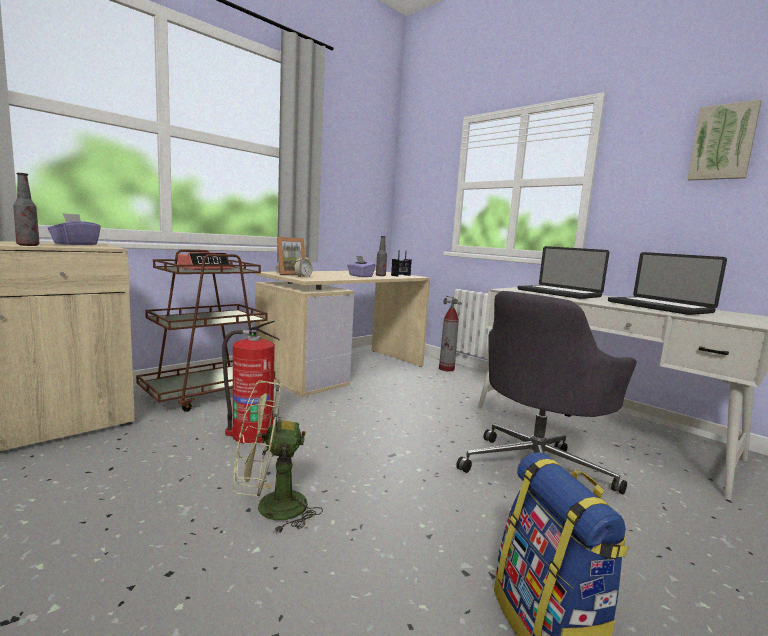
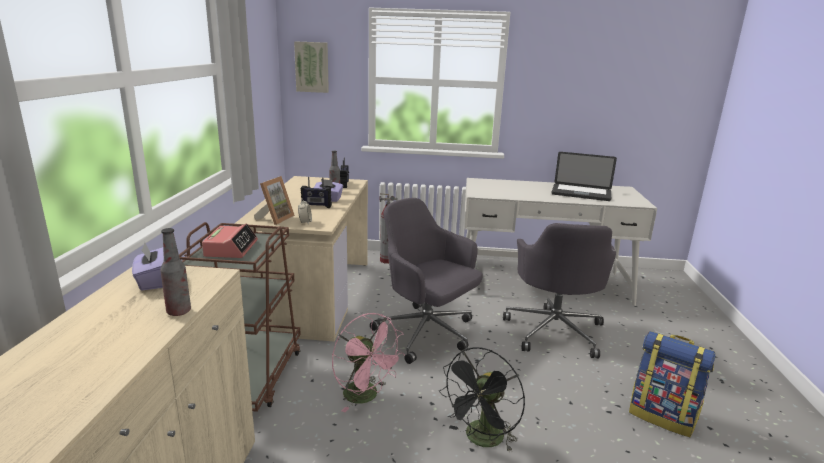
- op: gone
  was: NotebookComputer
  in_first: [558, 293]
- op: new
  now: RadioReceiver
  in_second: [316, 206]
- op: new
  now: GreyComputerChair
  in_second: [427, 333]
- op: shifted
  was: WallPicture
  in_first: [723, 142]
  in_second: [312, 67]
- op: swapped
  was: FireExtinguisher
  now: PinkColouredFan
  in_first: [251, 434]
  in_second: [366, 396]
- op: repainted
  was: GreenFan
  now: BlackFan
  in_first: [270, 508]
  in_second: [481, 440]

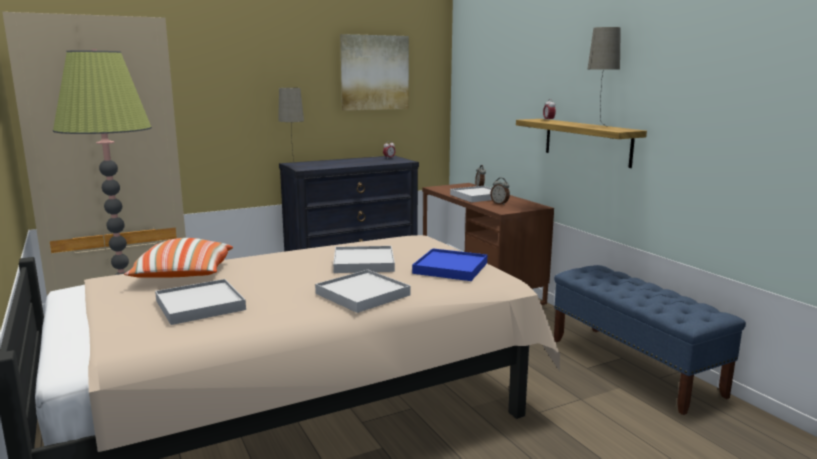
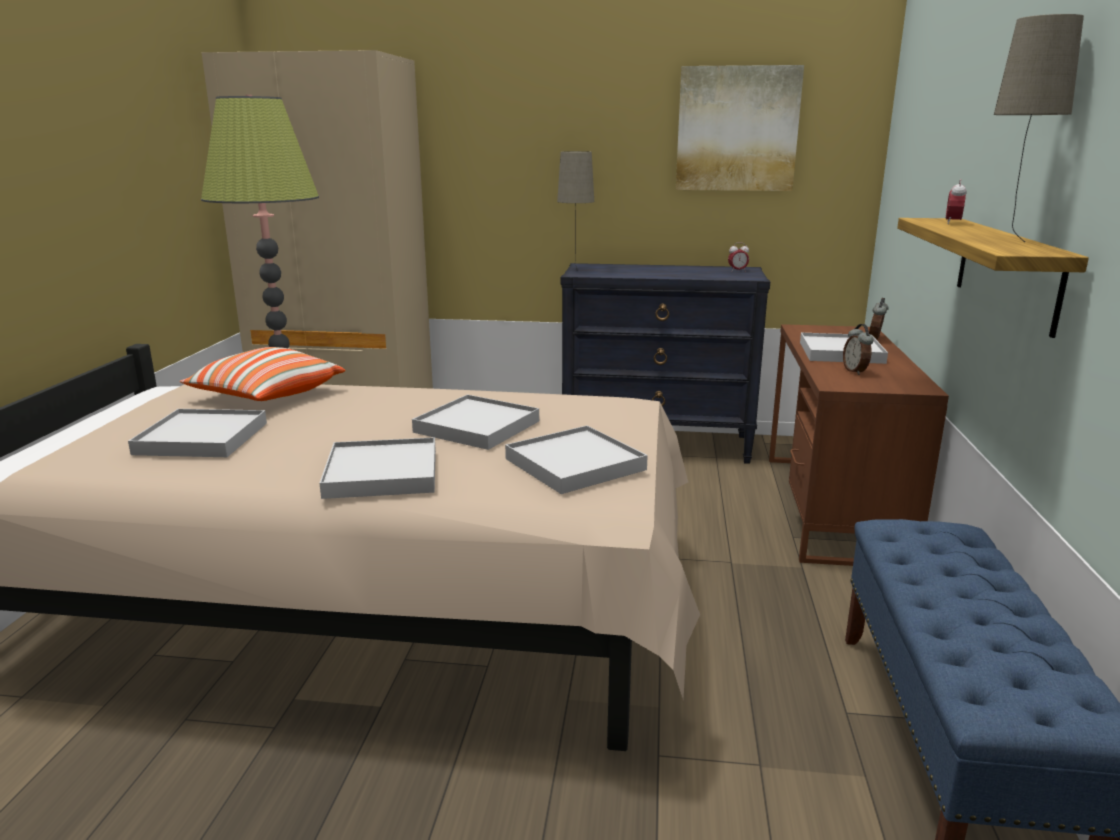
- op: repainted
  was: BluishTray
  now: WhiteTray
  in_first: [450, 268]
  in_second: [575, 464]

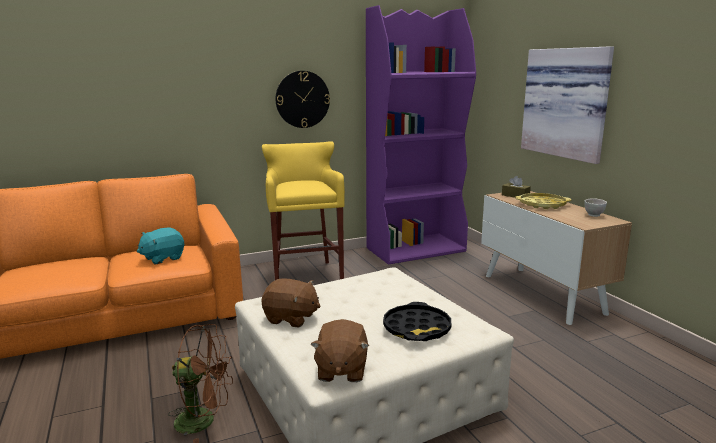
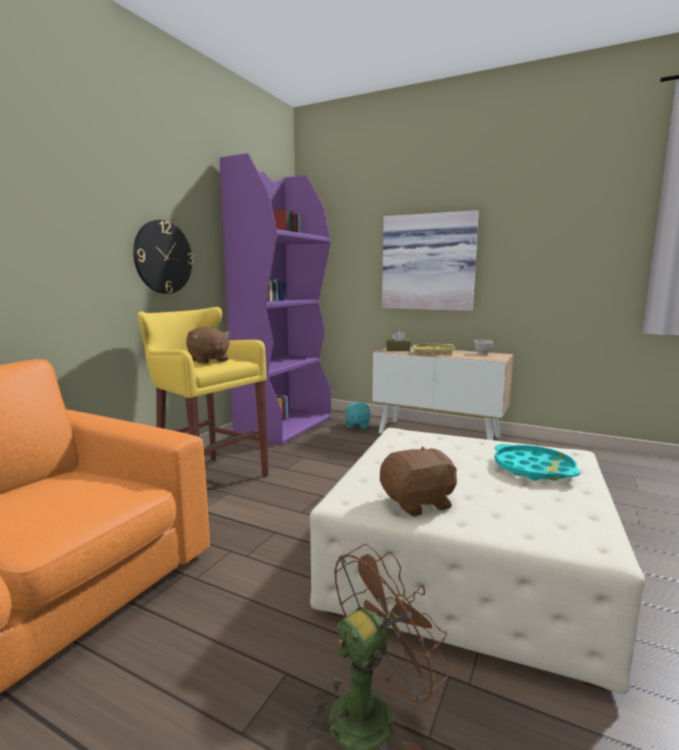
- op: shifted
  was: BlueGreenSoftToy
  in_first: [163, 258]
  in_second: [357, 426]
- op: shifted
  was: BrownishSoftToy
  in_first: [341, 370]
  in_second: [208, 360]
- op: repainted
  was: BlackTray
  now: BlueGreenTray
  in_first: [417, 328]
  in_second: [533, 469]

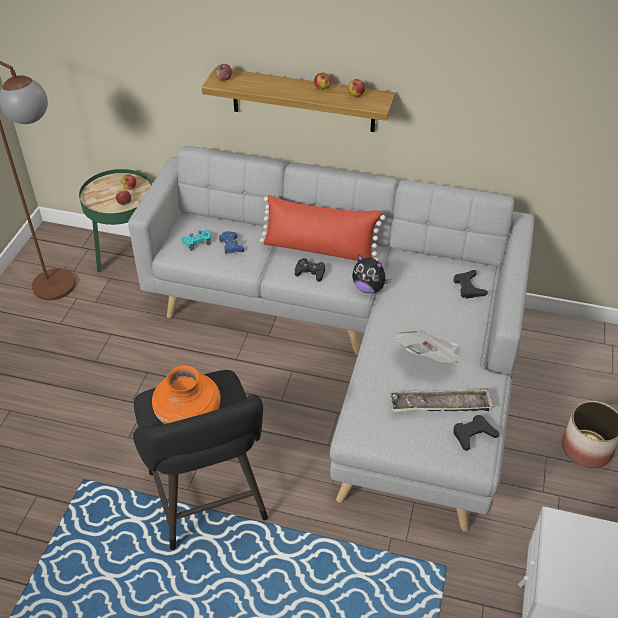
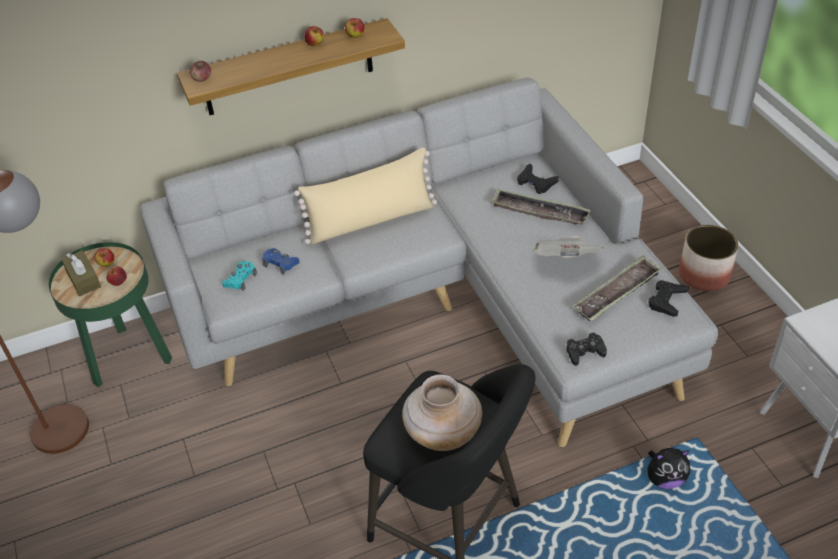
- op: new
  now: BrownishBoxOfTissues
  in_second: [83, 279]
- op: new
  now: Tray
  in_second: [539, 212]
- op: shifted
  was: BlackJoypad
  in_first: [310, 272]
  in_second: [585, 352]
- op: shifted
  was: SoftToy
  in_first: [369, 288]
  in_second: [665, 479]
- op: repainted
  was: OrangeColouredFlowerVase
  now: BeigeColouredFlowerVase
  in_first: [189, 416]
  in_second: [442, 433]
- op: repainted
  was: ReddishPillow
  now: BeigeColouredPillow
  in_first: [320, 249]
  in_second: [371, 220]

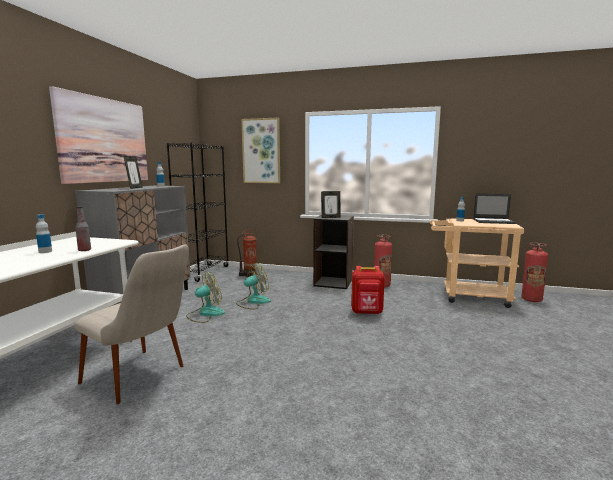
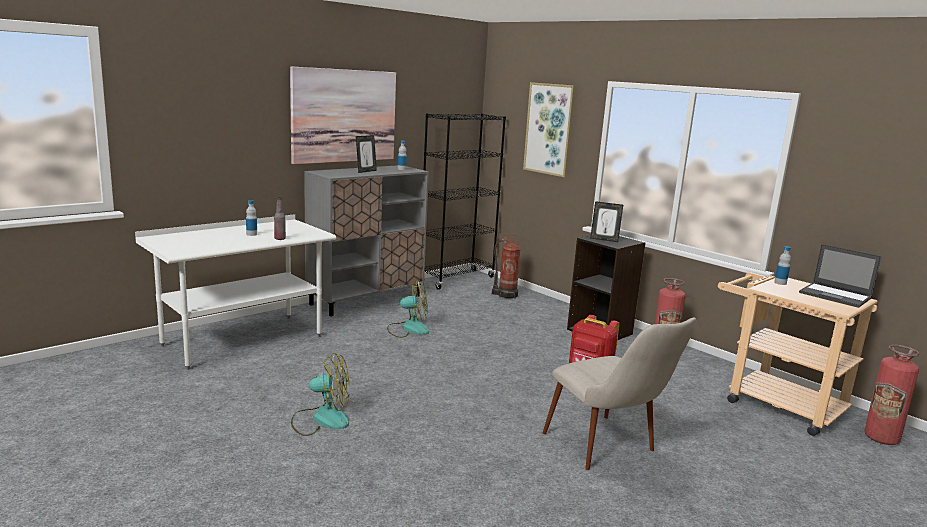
- op: shifted
  was: BeigeColouredPlainChair
  in_first: [143, 379]
  in_second: [609, 451]
- op: shifted
  was: Fan
  in_first: [253, 302]
  in_second: [321, 419]

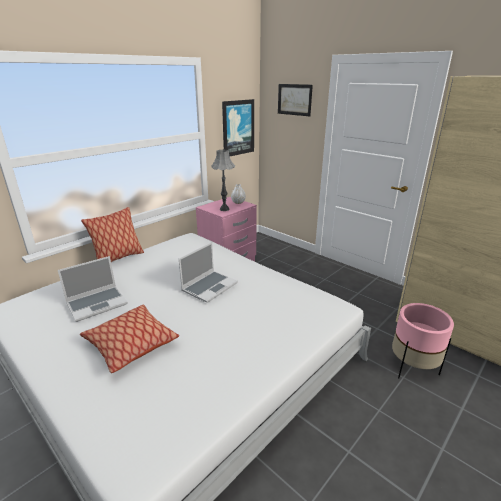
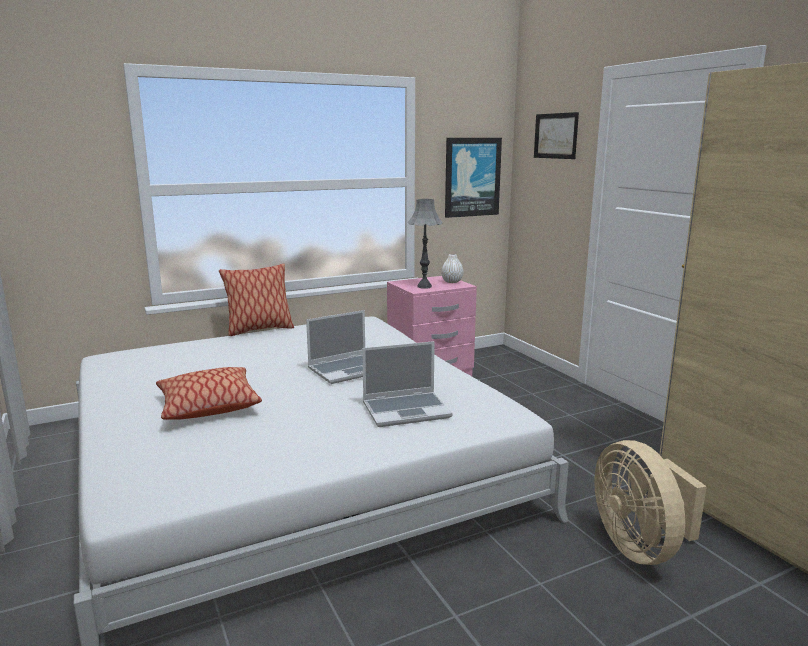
- op: shifted
  was: NotebookComputer
  in_first: [97, 303]
  in_second: [407, 410]
- op: swapped
  was: PinkColouredPlanter
  now: BeigeColouredFan
  in_first: [412, 367]
  in_second: [640, 547]

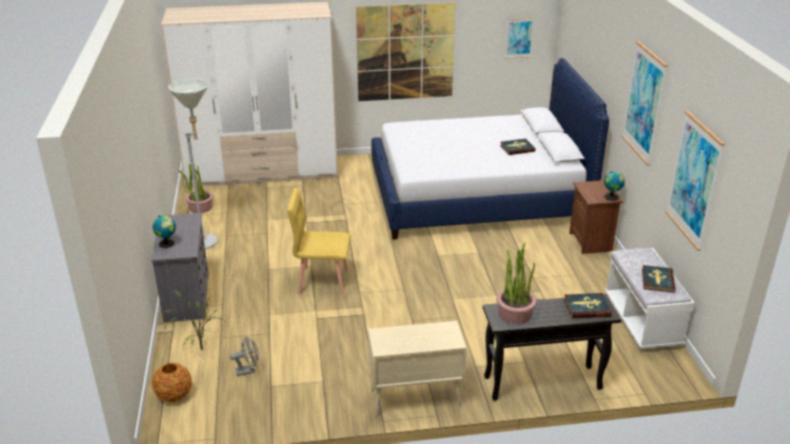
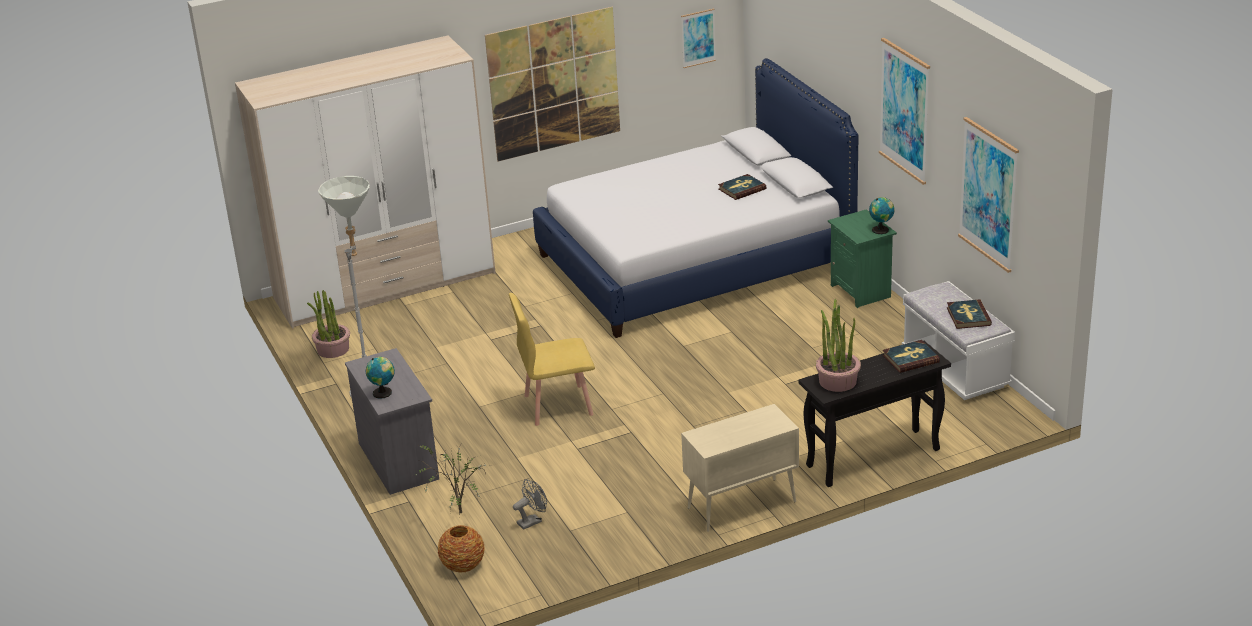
- op: repainted
  was: BrownishNightstand
  now: GreenNightstand
  in_first: [591, 242]
  in_second: [861, 291]

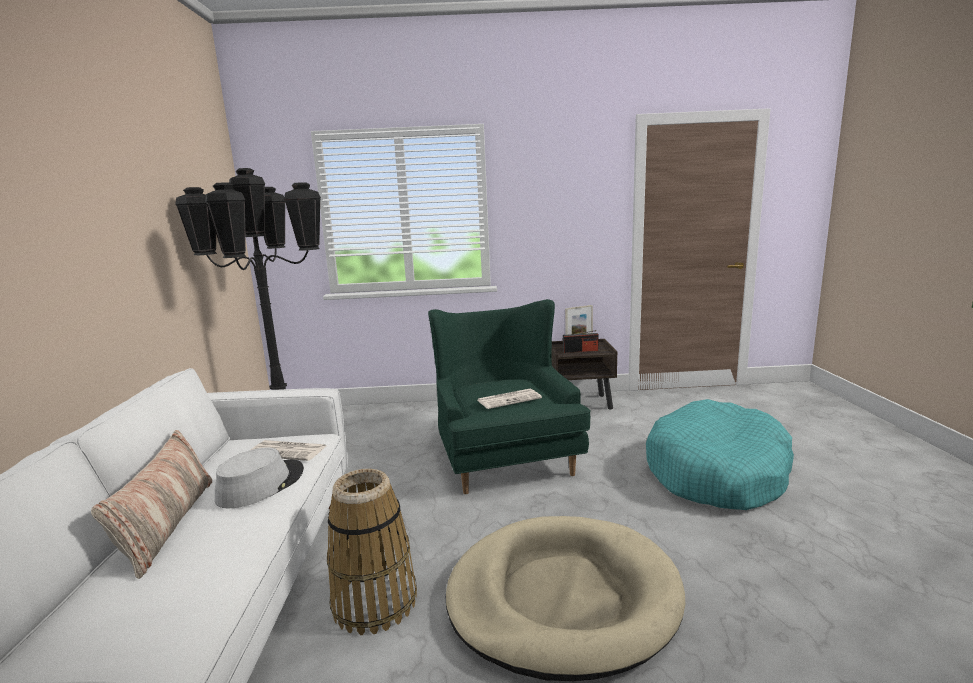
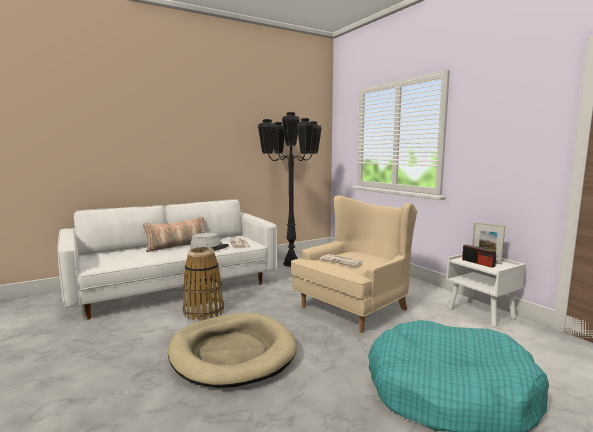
- op: repainted
  was: GreenEasyChair
  now: BeigeColouredEasyChair
  in_first: [504, 457]
  in_second: [356, 307]
- op: repainted
  was: BrownishNightstand
  now: WhiteNightstand
  in_first: [581, 403]
  in_second: [481, 314]

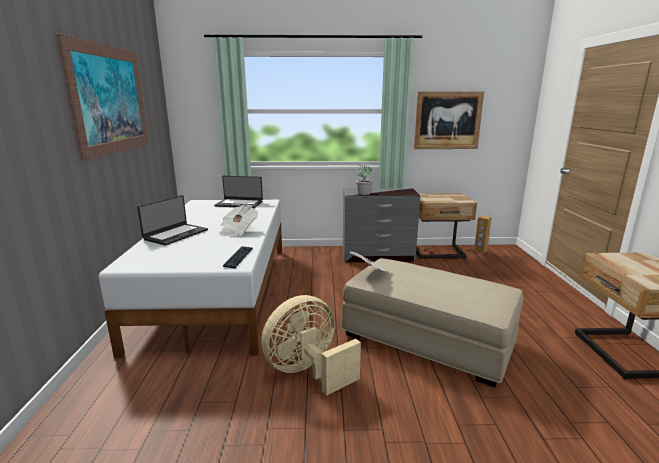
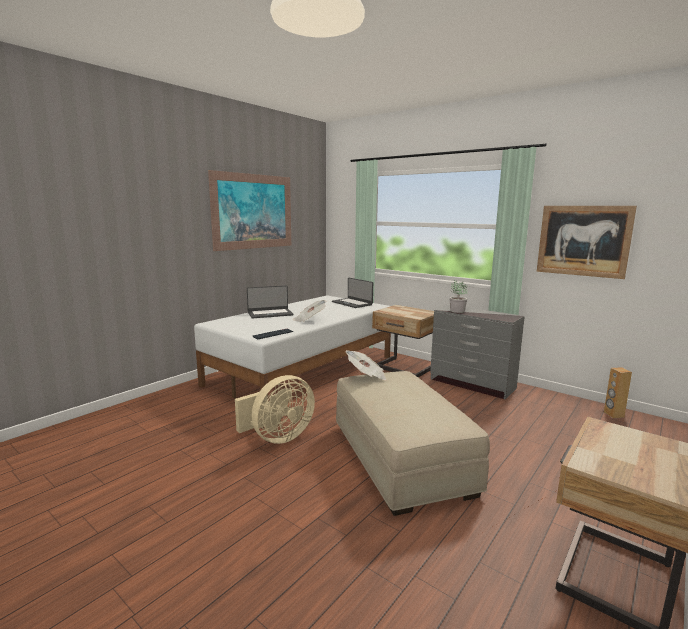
- op: shifted
  was: BeigeColouredNightstand
  in_first: [438, 253]
  in_second: [404, 369]
- op: rotated
  was: BeigeColouredFan
  in_first: [308, 372]
  in_second: [278, 437]
  clockwise: 135

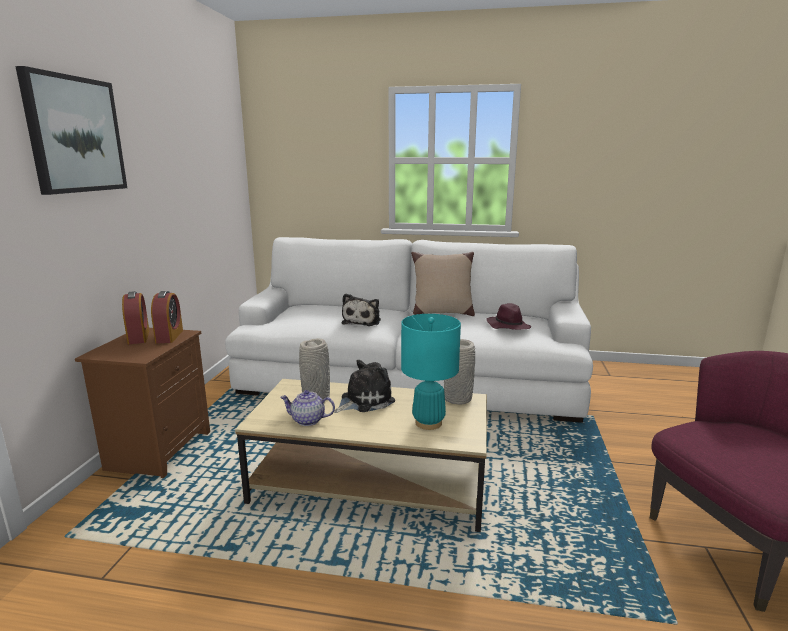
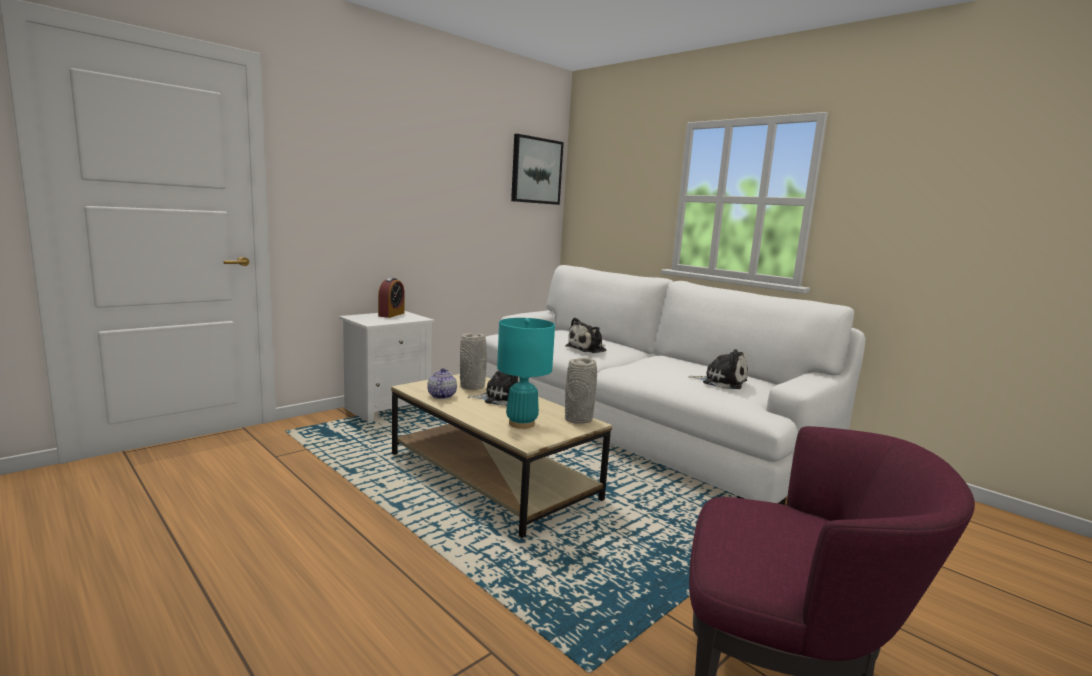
- op: gone
  was: BedsideClock
  in_first: [169, 336]
- op: gone
  was: BeigeColouredPillow
  in_first: [442, 313]
- op: shifted
  was: WallPicture
  in_first: [75, 135]
  in_second: [536, 171]
- op: swapped
  was: PurpleColouredHat
  now: SoftToy
  in_first: [507, 326]
  in_second: [721, 382]
- op: repainted
  was: BrownishNightstand
  now: WhiteNightstand
  in_first: [159, 450]
  in_second: [387, 409]
- op: rotated
  was: Teapot
  in_first: [307, 420]
  in_second: [441, 396]
  clockwise: 45

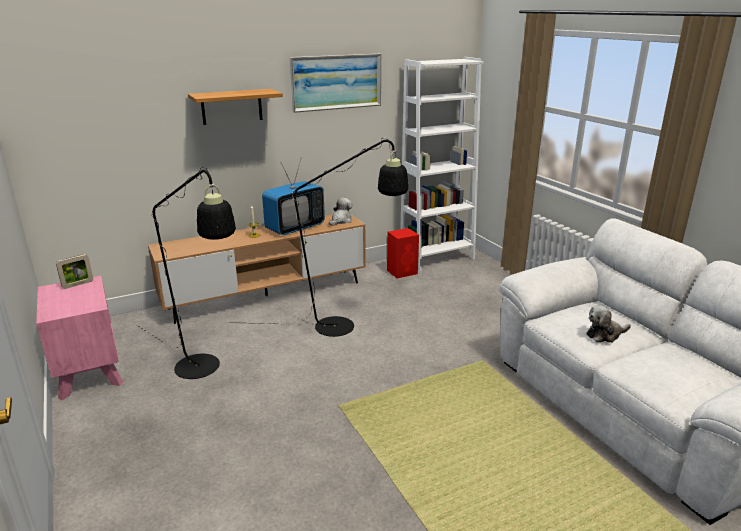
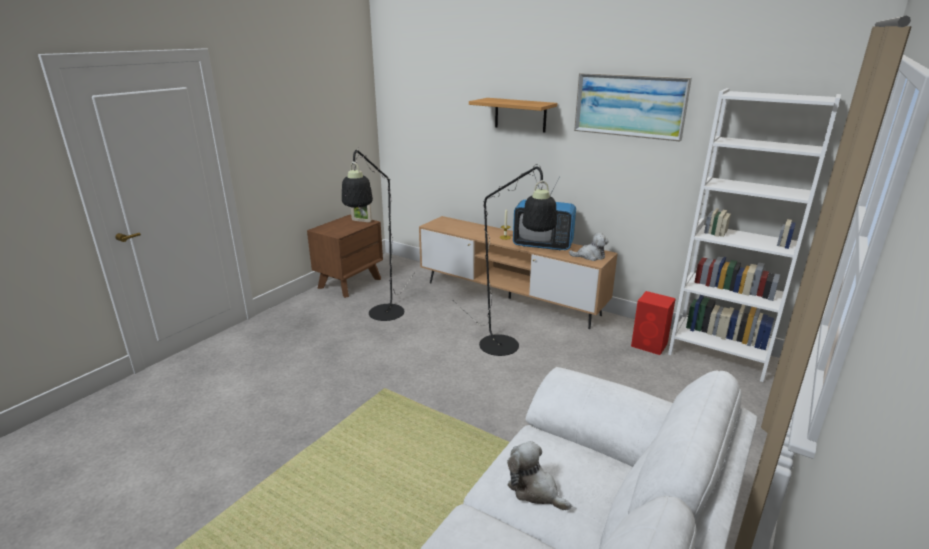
- op: repainted
  was: PinkColouredNightstand
  now: BrownishNightstand
  in_first: [89, 372]
  in_second: [350, 283]

